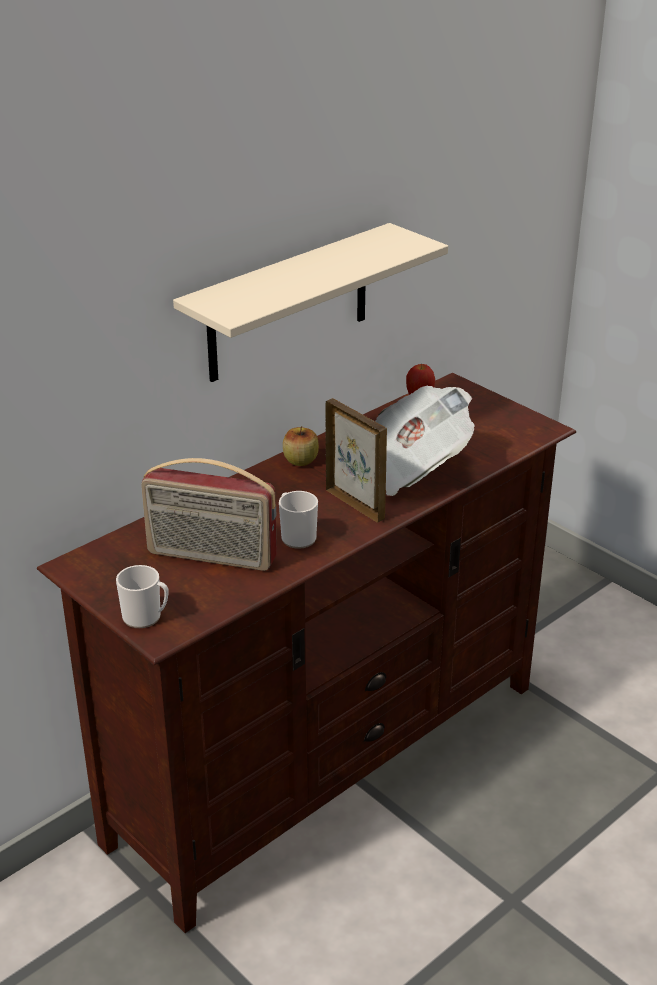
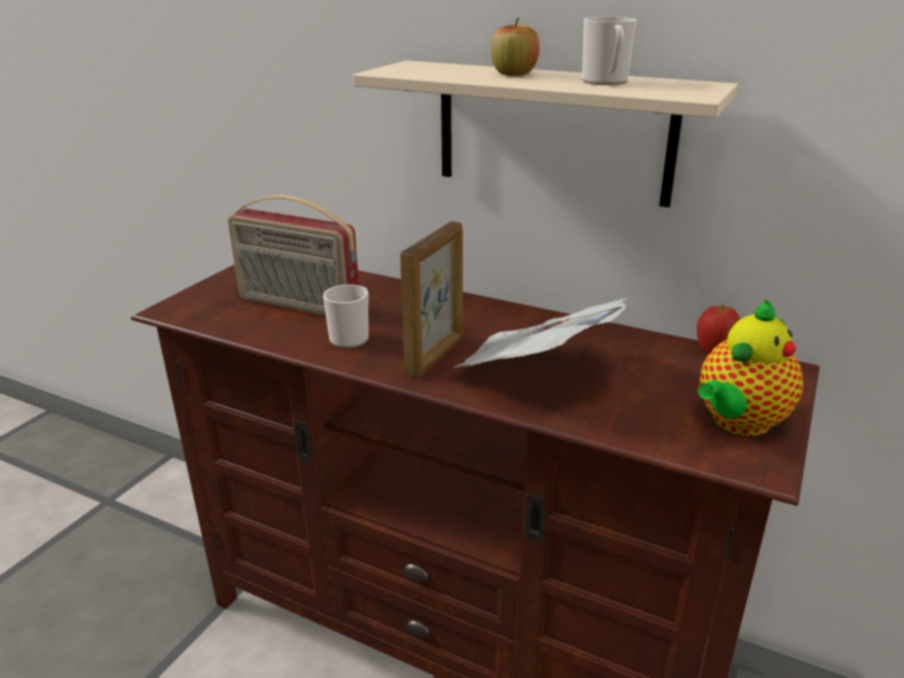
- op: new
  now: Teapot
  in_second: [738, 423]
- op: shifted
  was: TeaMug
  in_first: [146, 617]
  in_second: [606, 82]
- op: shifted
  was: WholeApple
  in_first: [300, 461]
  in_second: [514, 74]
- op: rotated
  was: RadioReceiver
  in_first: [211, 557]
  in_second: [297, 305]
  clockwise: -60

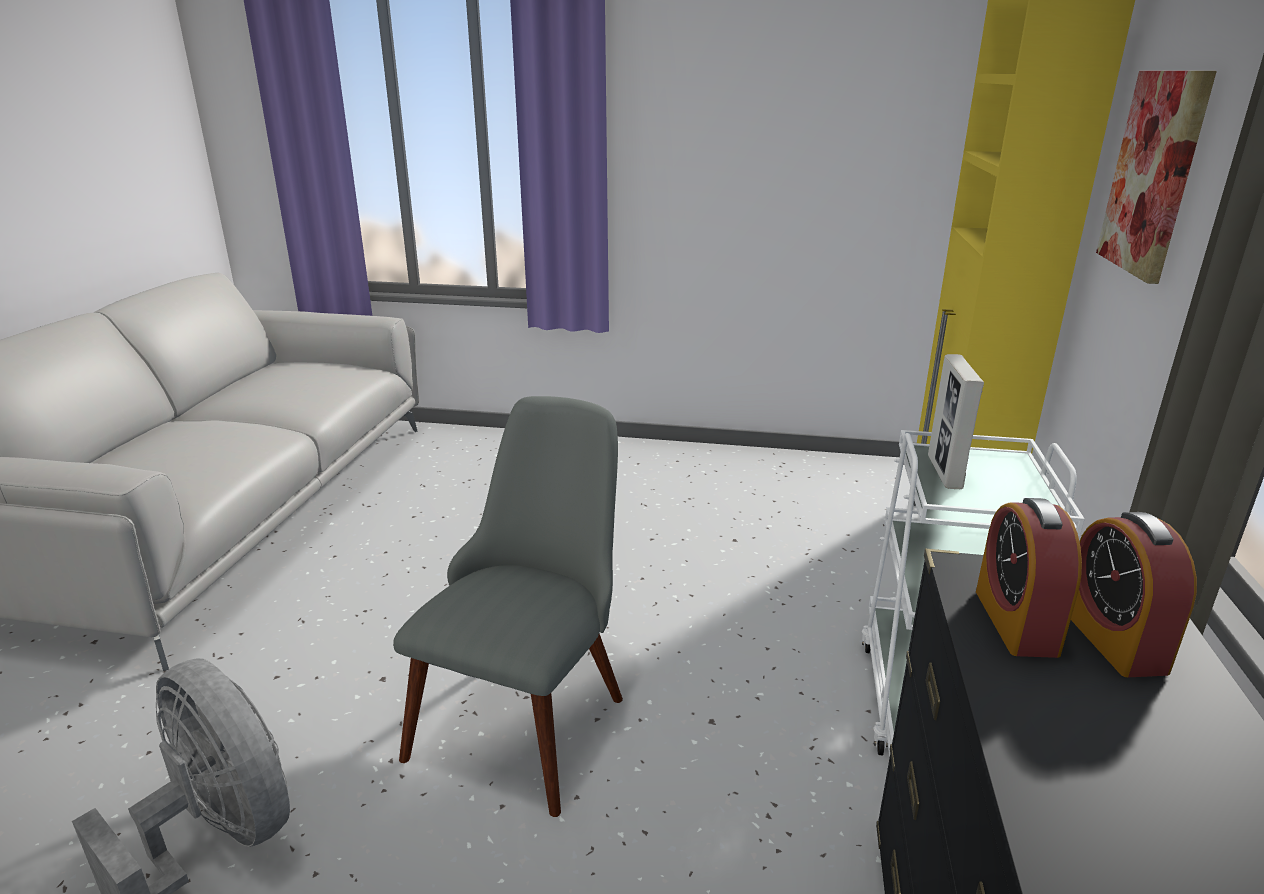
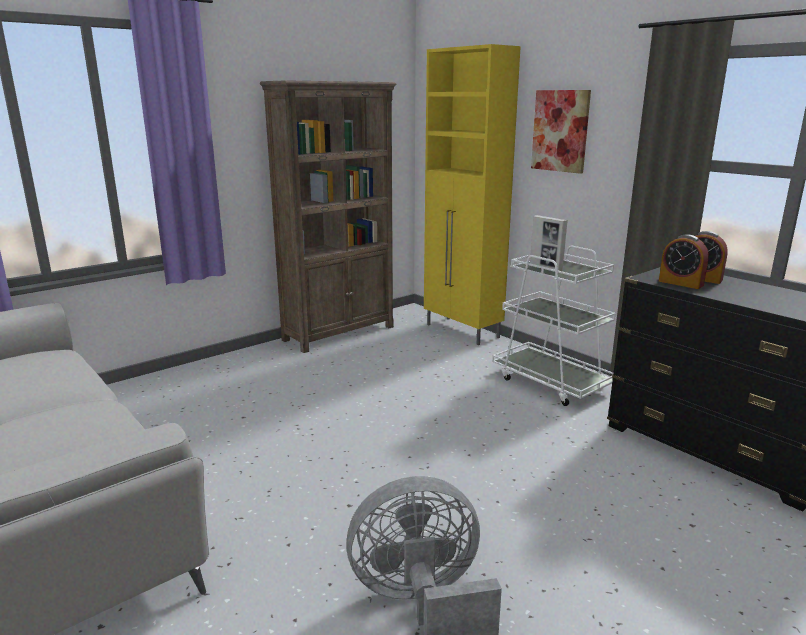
- op: gone
  was: GreyPlainChair
  in_first: [531, 709]
- op: new
  now: BrownishBookcase
  in_second: [339, 333]

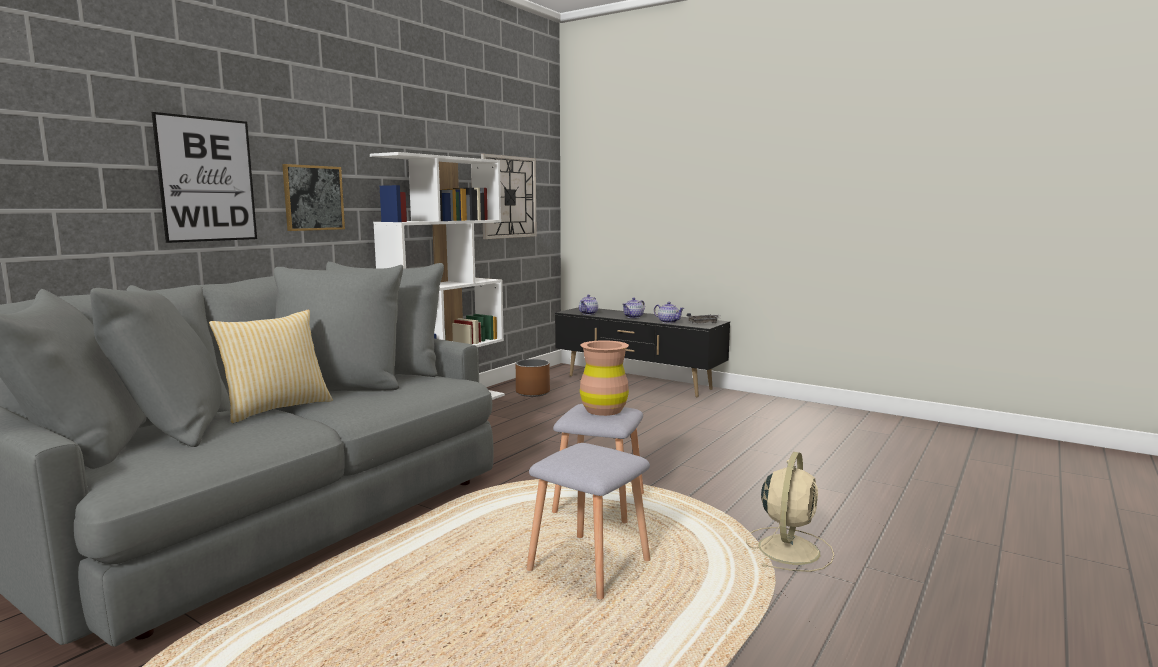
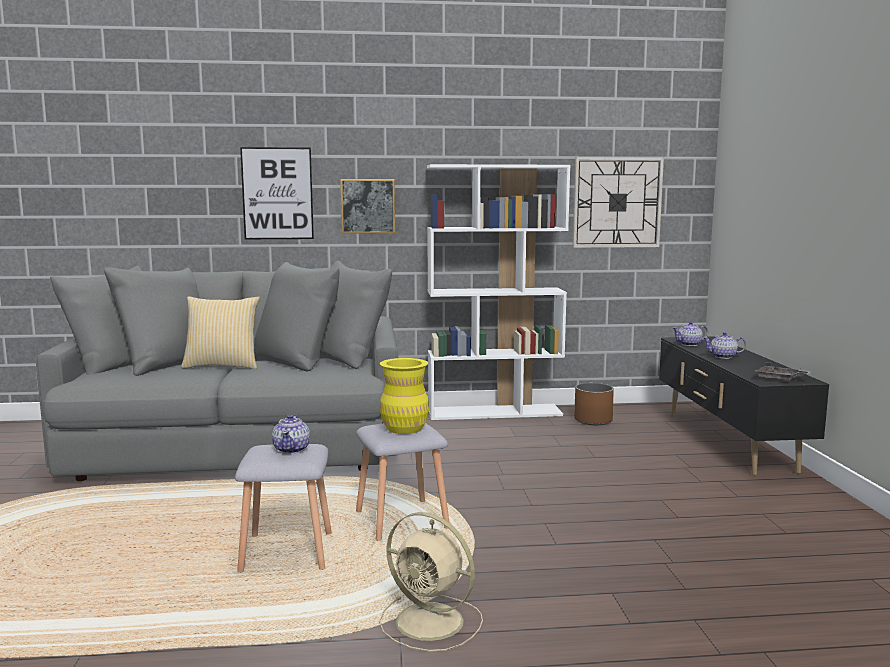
- op: shifted
  was: Teapot
  in_first: [668, 322]
  in_second: [292, 449]
- op: repainted
  was: BrownishFlowerVase
  now: YellowFlowerVase
  in_first: [604, 410]
  in_second: [404, 428]
- op: rotated
  was: BeigeColouredFan
  in_first: [789, 548]
  in_second: [432, 622]
  clockwise: 45

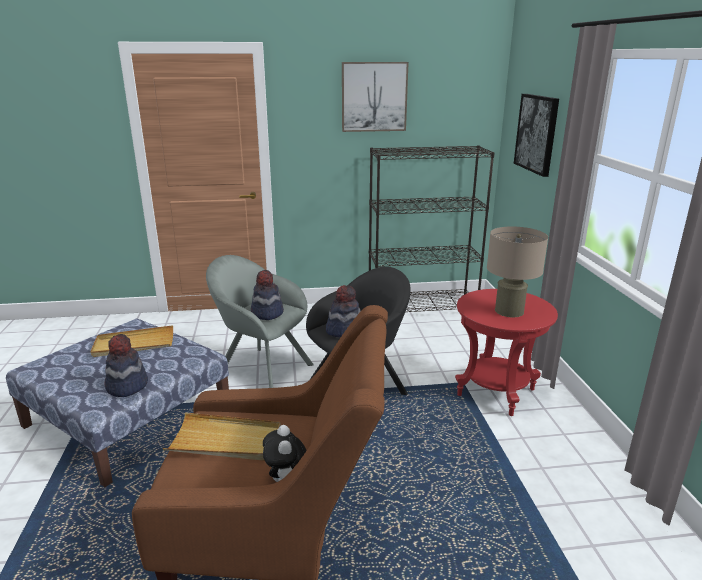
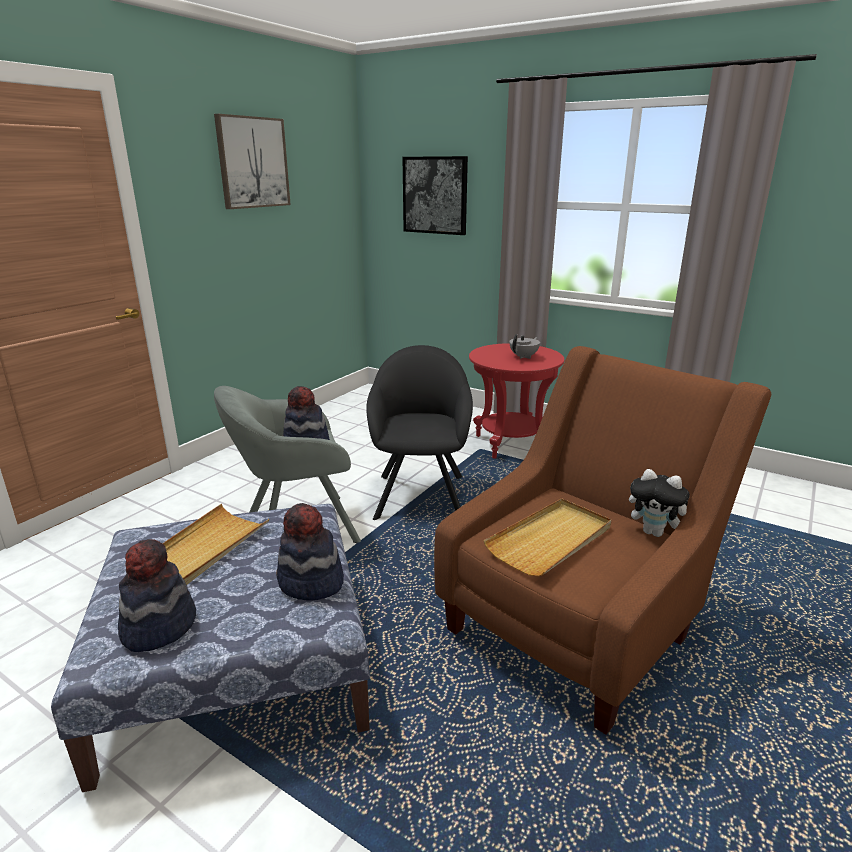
- op: gone
  was: BlackBookcase
  in_first: [422, 307]
- op: shifted
  was: Hat
  in_first: [344, 330]
  in_second: [158, 626]
- op: swapped
  was: BeigeColouredLampForATable
  now: GreyTeapot
  in_first: [509, 311]
  in_second: [524, 357]

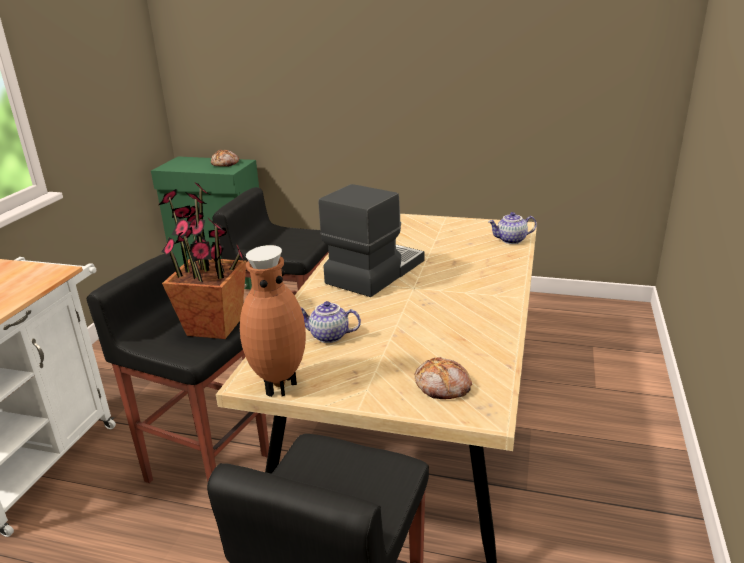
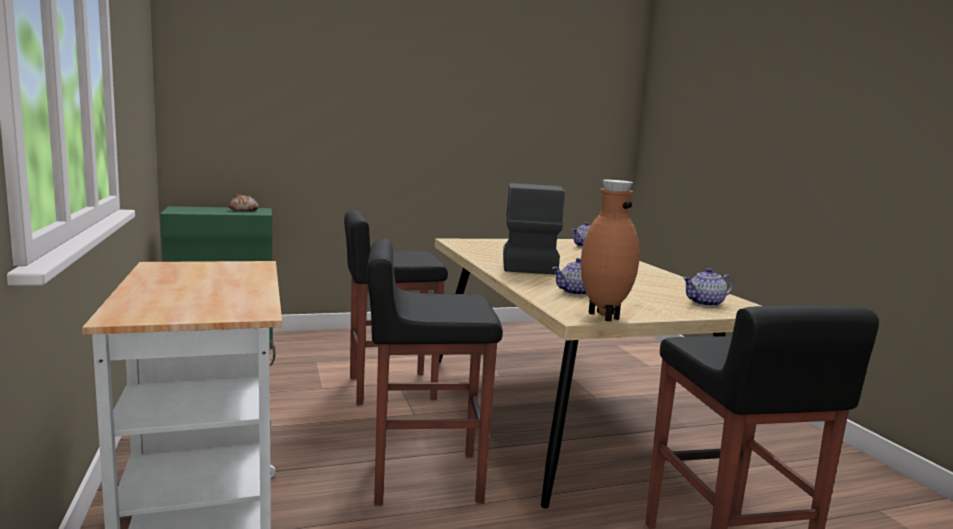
- op: gone
  was: PlantInAPot
  in_first: [214, 327]
- op: swapped
  was: BakedBread
  now: Teapot
  in_first: [443, 387]
  in_second: [705, 303]

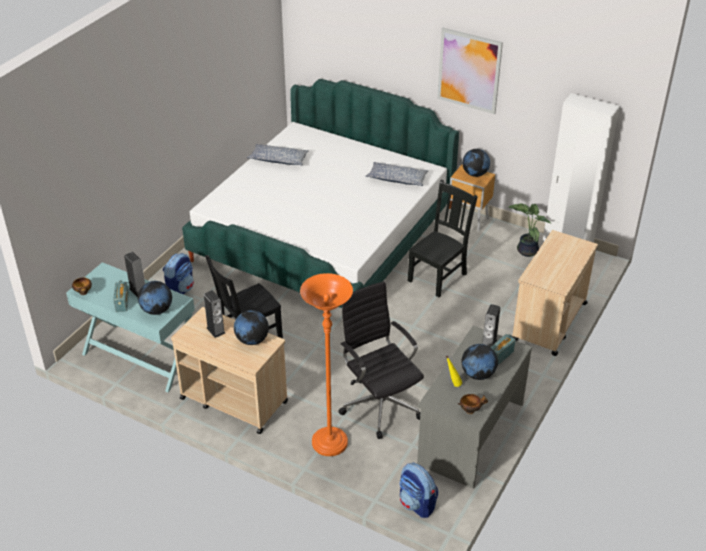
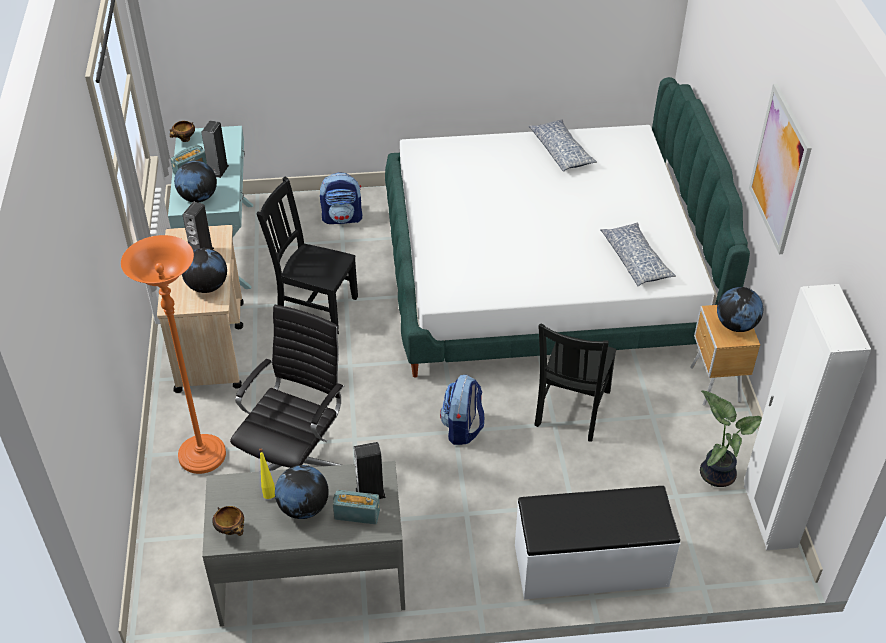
- op: shifted
  was: Knapsack
  in_first: [417, 504]
  in_second: [462, 428]
- op: swapped
  was: BeigeColouredCart
  now: WhiteLongSeat
  in_first: [549, 322]
  in_second: [591, 566]
- op: rotated
  was: BlackPlainChair
  in_first: [438, 276]
  in_second: [571, 410]
  clockwise: 105

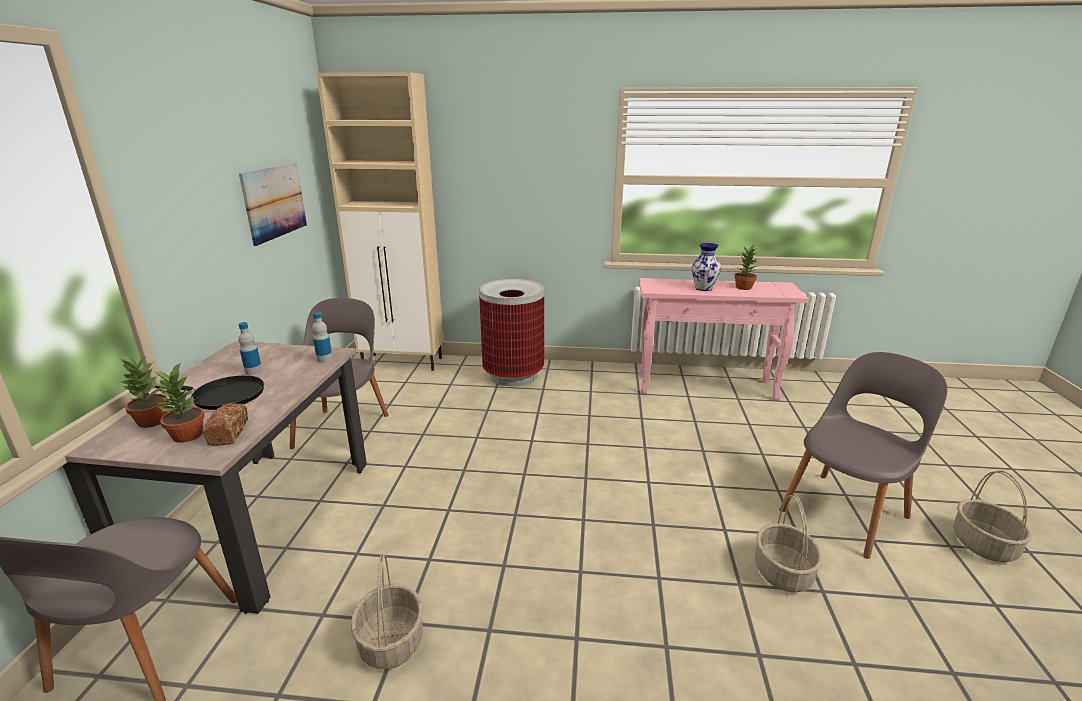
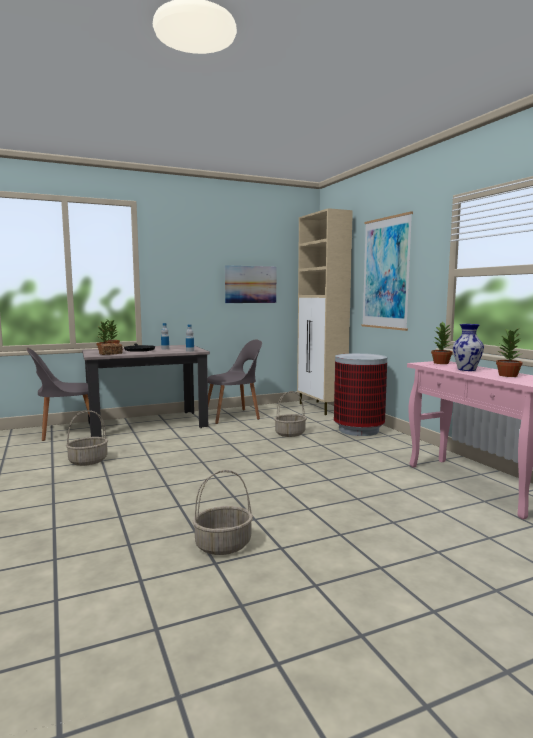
- op: gone
  was: GreyPlainChair
  in_first: [846, 511]
- op: new
  now: WallPicture
  in_second: [386, 273]
- op: new
  now: PlantInAPot
  in_second: [441, 363]
- op: shifted
  was: Basket
  in_first: [984, 545]
  in_second: [290, 434]

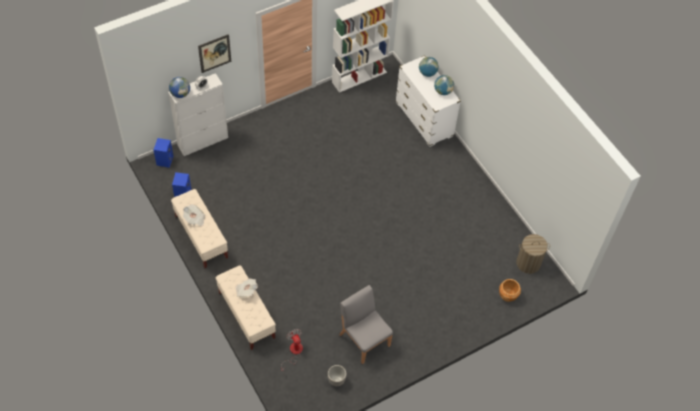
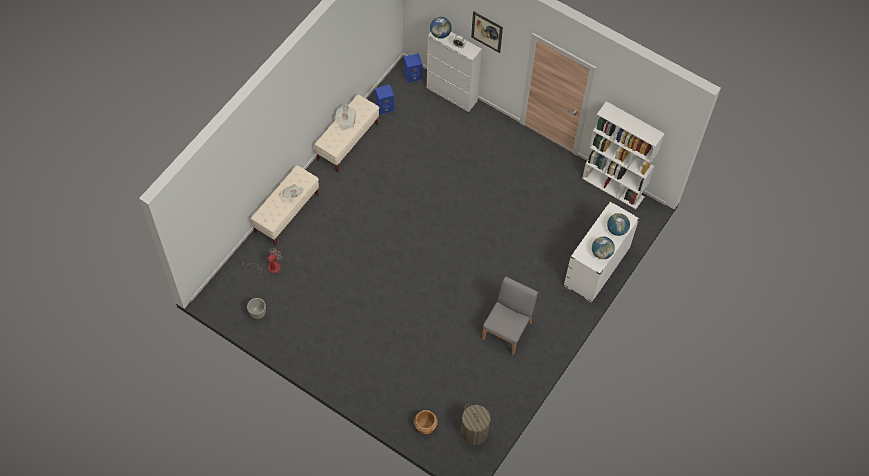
- op: shifted
  was: GreyPlainChair
  in_first: [364, 339]
  in_second: [507, 330]

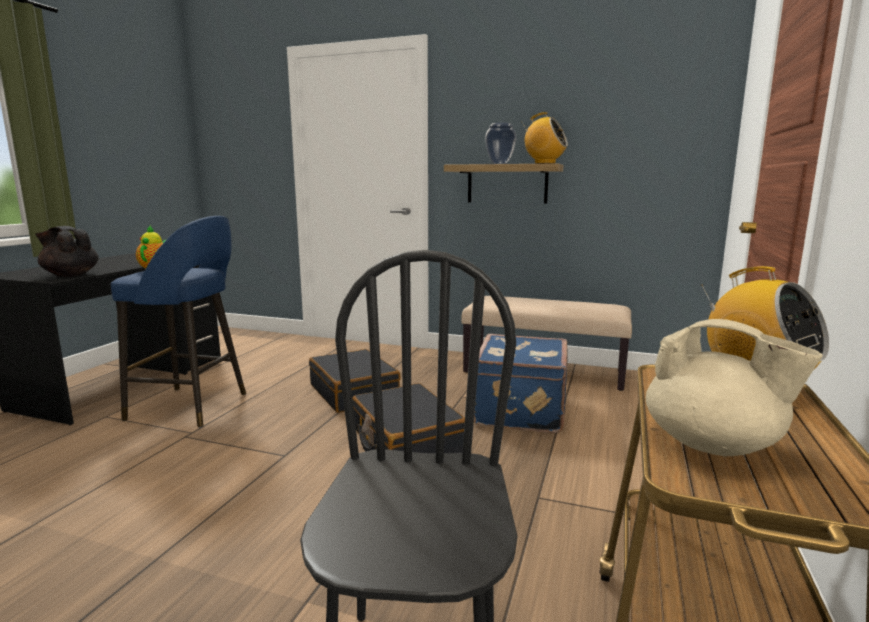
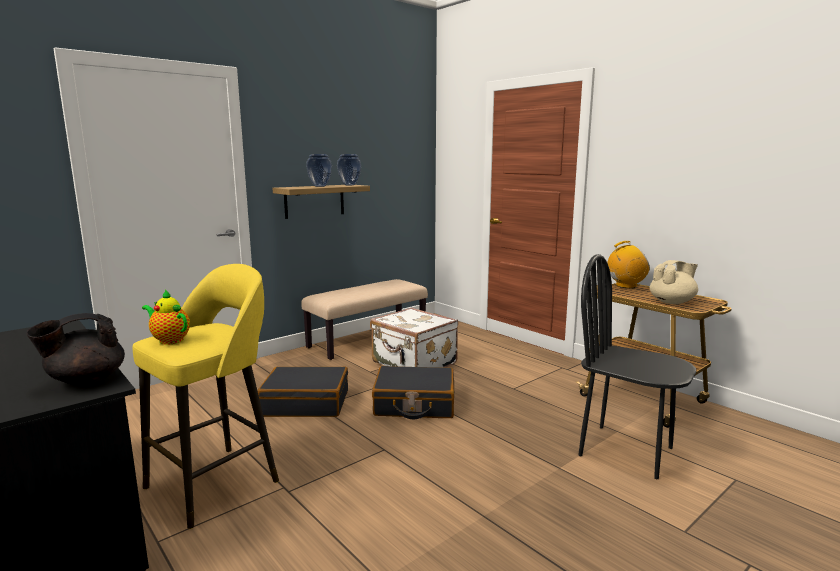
- op: swapped
  was: RadioReceiver
  now: FlowerVase
  in_first: [544, 163]
  in_second: [349, 185]
- op: repainted
  was: BluishStoolSeat
  now: YellowStoolSeat
  in_first: [191, 407]
  in_second: [216, 483]
- op: repainted
  was: BluishSuitcase
  now: WhiteSuitcase
  in_first: [518, 411]
  in_second: [413, 363]

